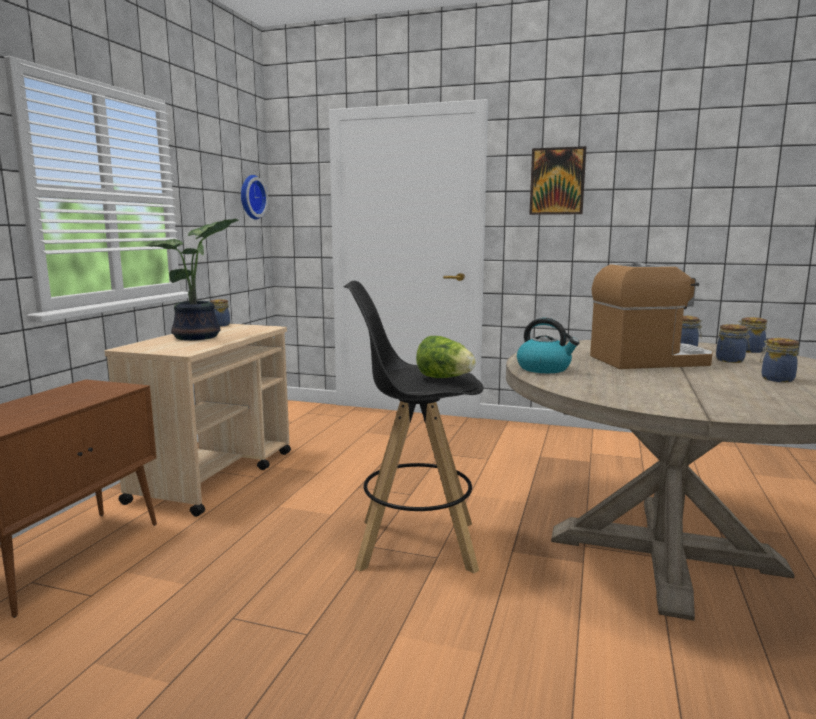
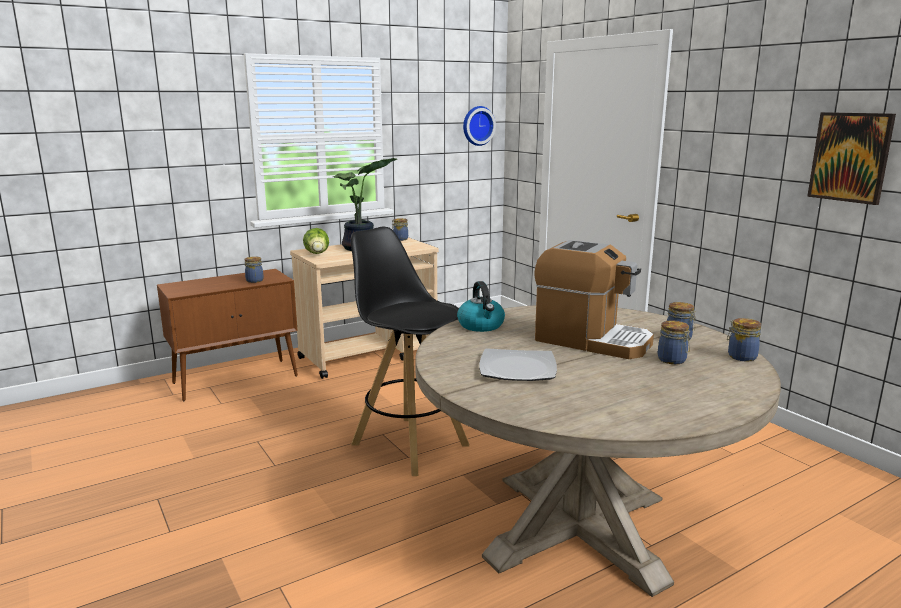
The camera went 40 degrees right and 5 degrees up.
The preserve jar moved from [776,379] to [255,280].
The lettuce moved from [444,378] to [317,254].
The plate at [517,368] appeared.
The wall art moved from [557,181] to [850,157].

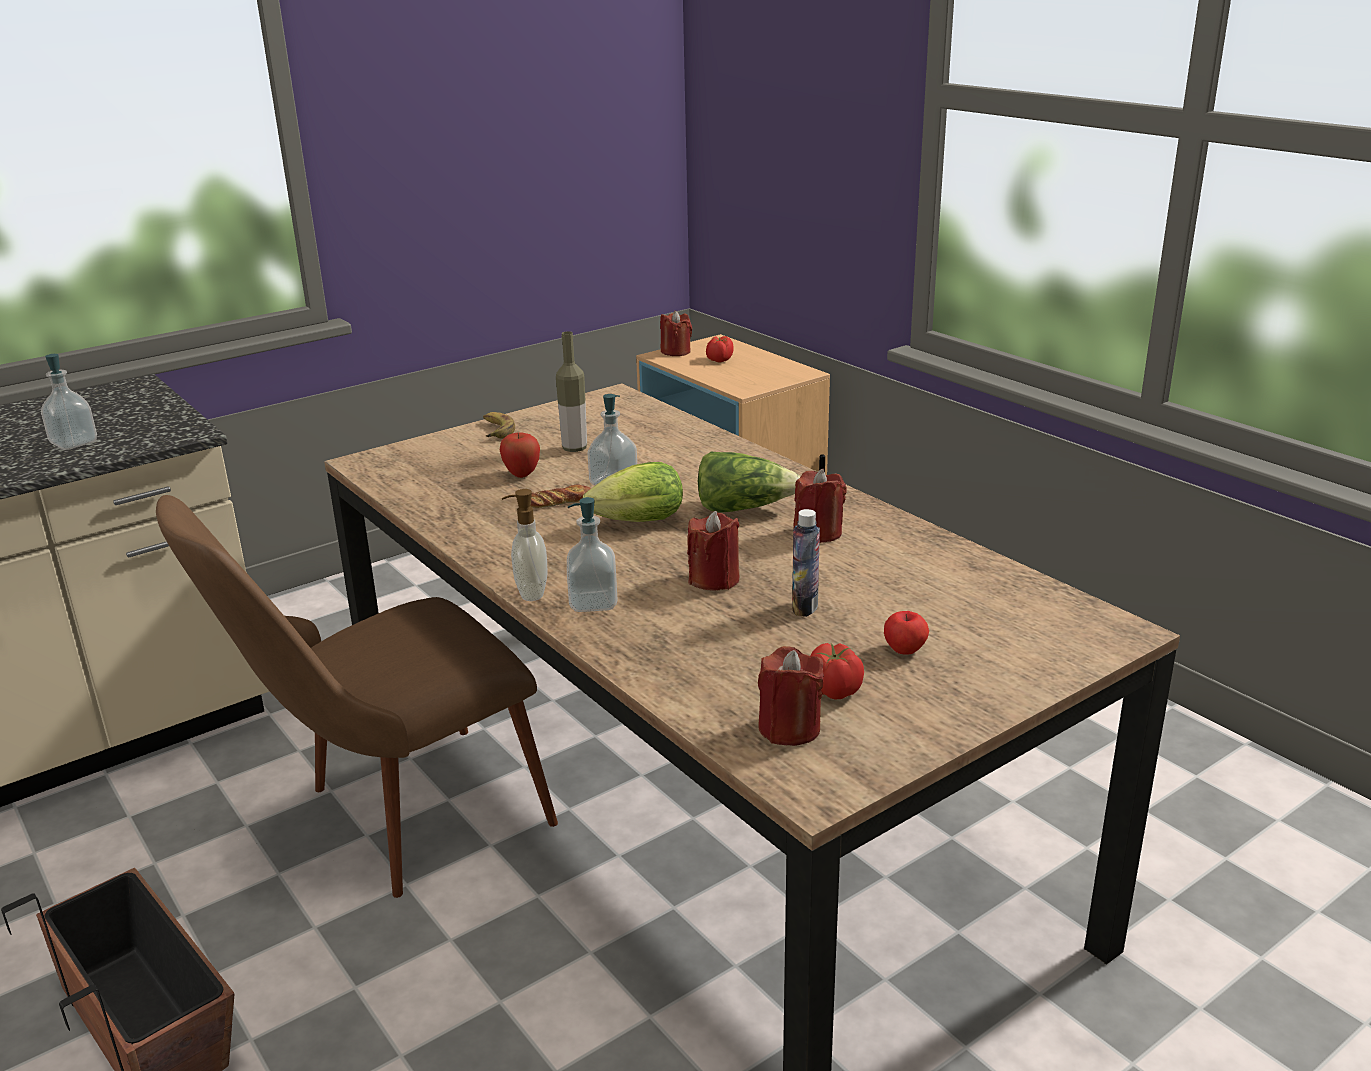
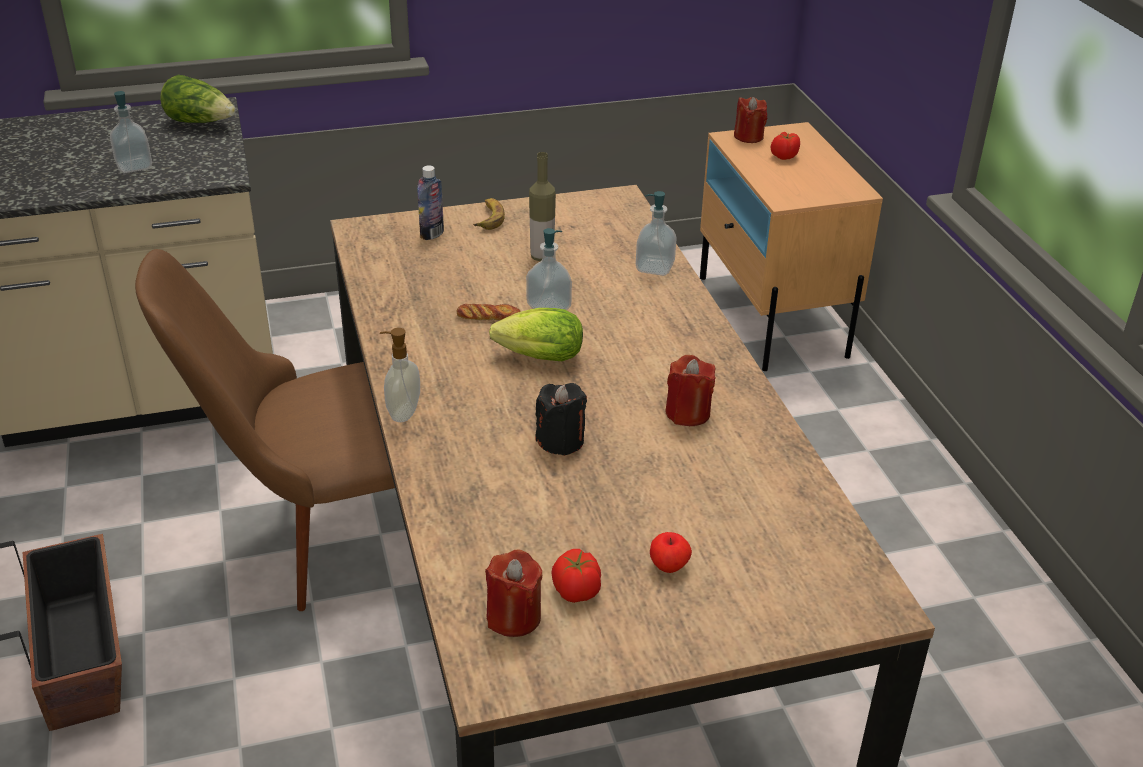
The camera went 20 degrees right and 10 degrees up.
The lettuce moved from [743,508] to [201,122].
The bottle moved from [804,607] to [432,234].
The candle/reddish at [714,579] became the candle/blackish at [560,441].
The soap bottle moved from [593,602] to [654,267].
The whole apple at [522,474] disappeared.

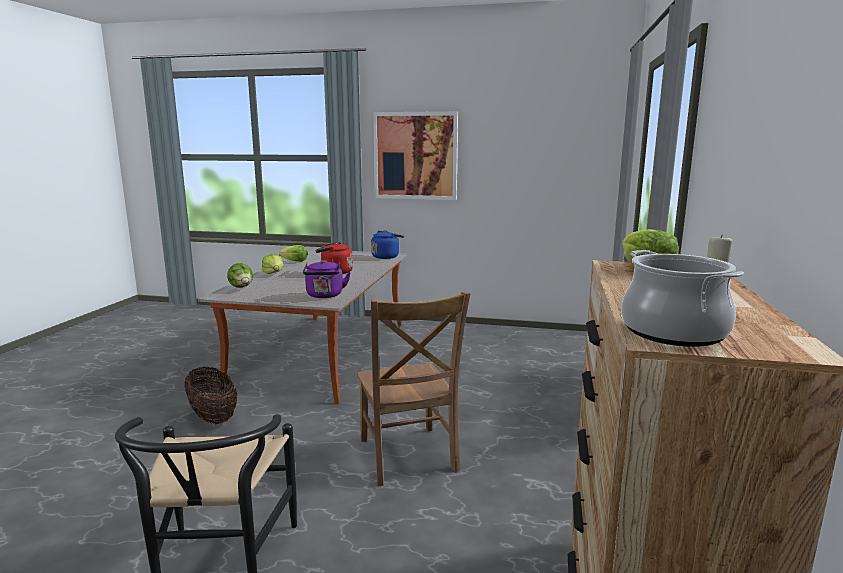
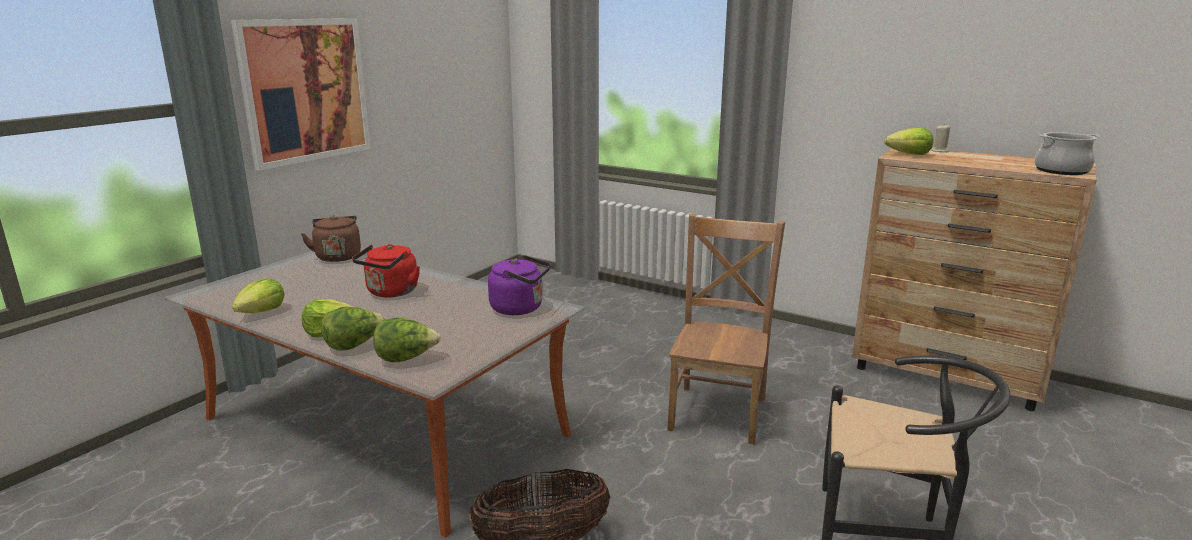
The camera went 70 degrees left and 5 degrees up.
The tea kettle/bluish at [386,256] became the tea kettle/brownish at [338,256].
The lettuce at [354,345] appeared.
The upright chair/brownish at [408,457] turned 75 degrees counterclockwise.

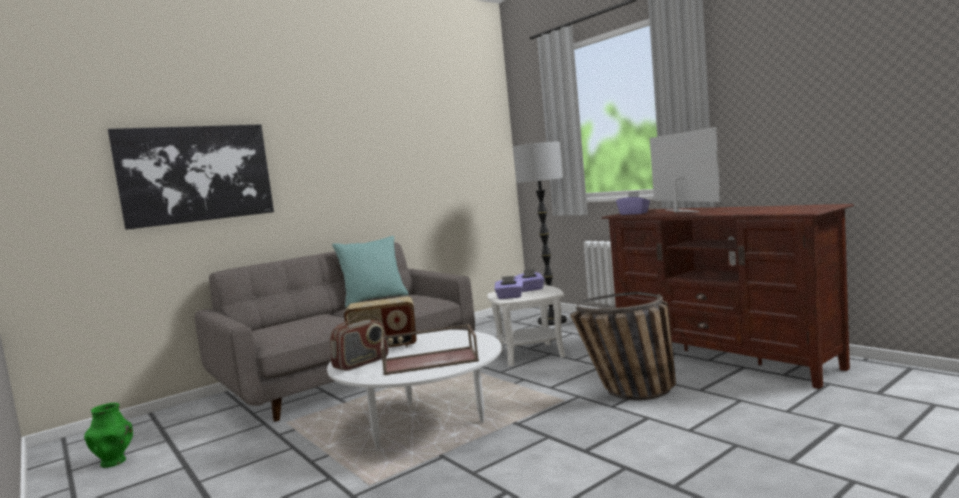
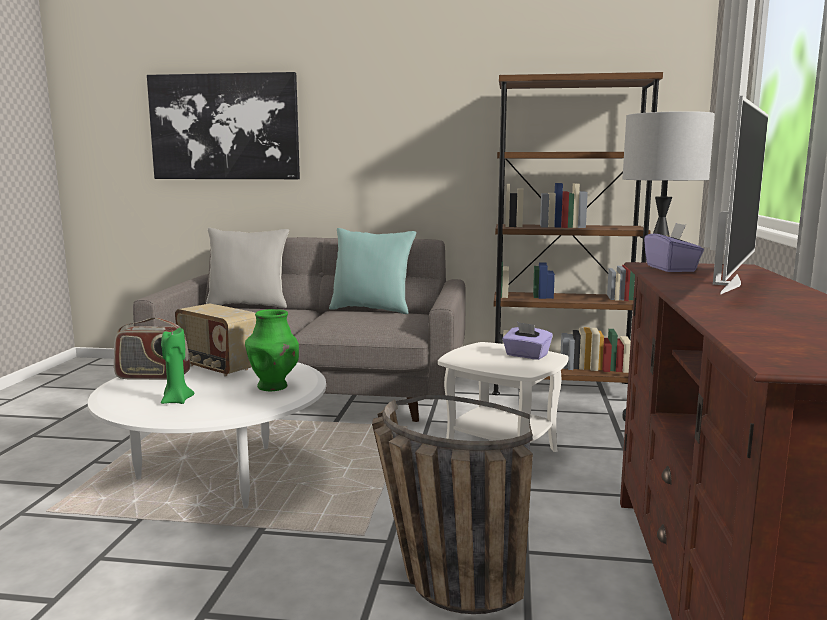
The camera went 45 degrees right and 5 degrees up.
The carrying tray/brownish at [431,360] was replaced by the candle/green-coloured at [176,401].
The pillow/grey at [248,306] appeared.
The decorative vase/green-coloured moved from [114,462] to [273,387].
The shelving unit/brownish at [562,388] appeared.
The tissue holder/purple-coloured at [509,297] disappeared.

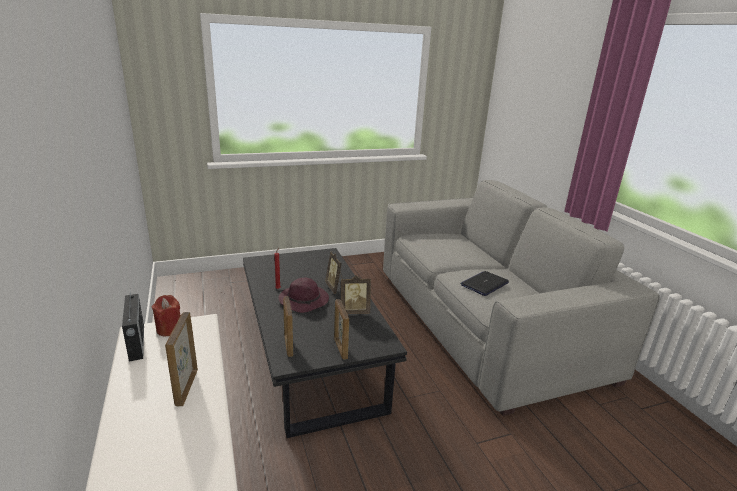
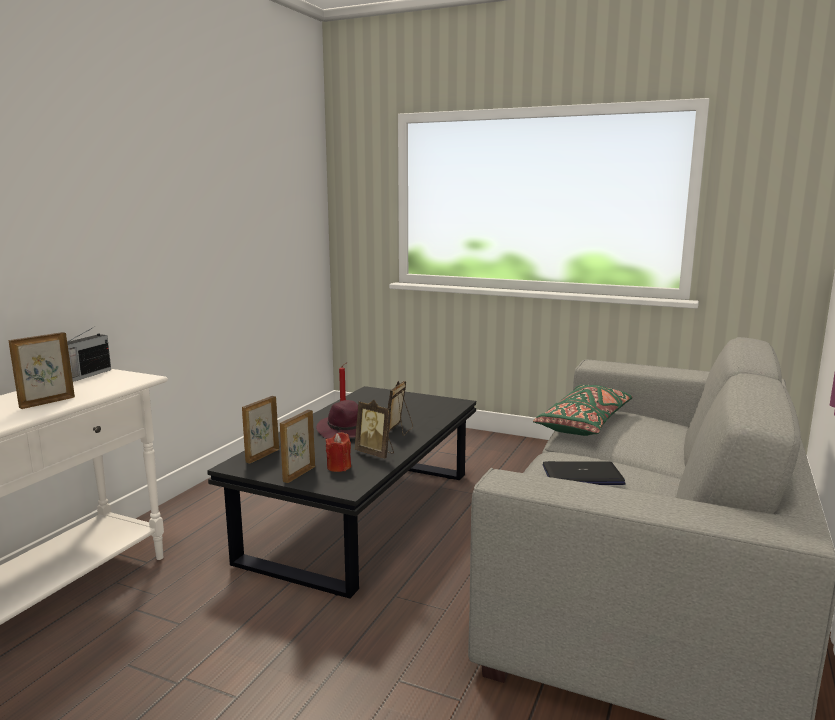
The camera went 45 degrees right and 10 degrees down.
The candle/reddish moved from [169,329] to [339,467].
The pillow/green-coloured at [585,423] appeared.

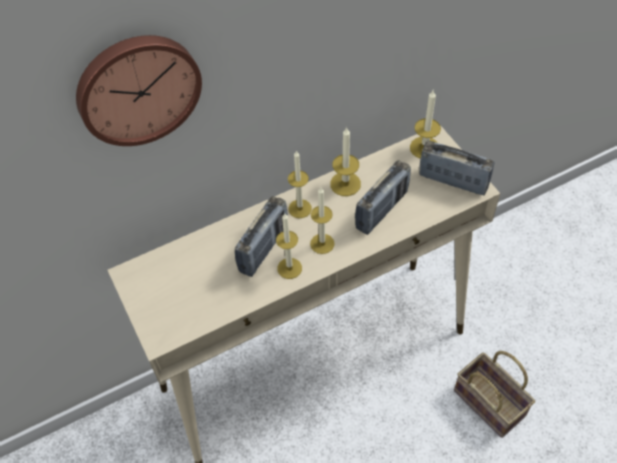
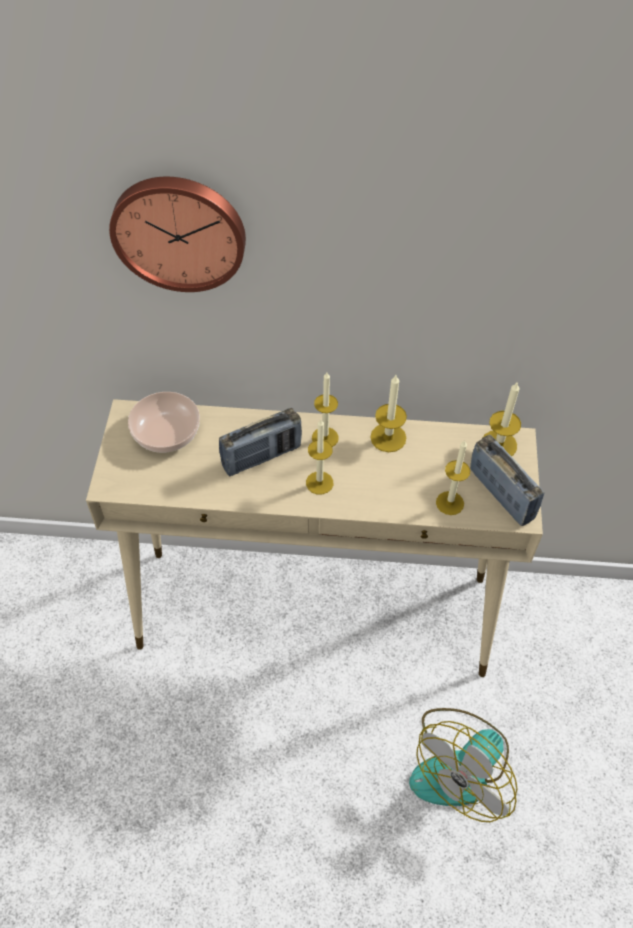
The camera went 30 degrees right and 0 degrees up.
The deep dish at [165,431] appeared.
The basket at [491,403] was replaced by the electric fan at [461,766].
The candle moved from [289,268] to [450,503].
The radio receiver at [382,210] disappeared.

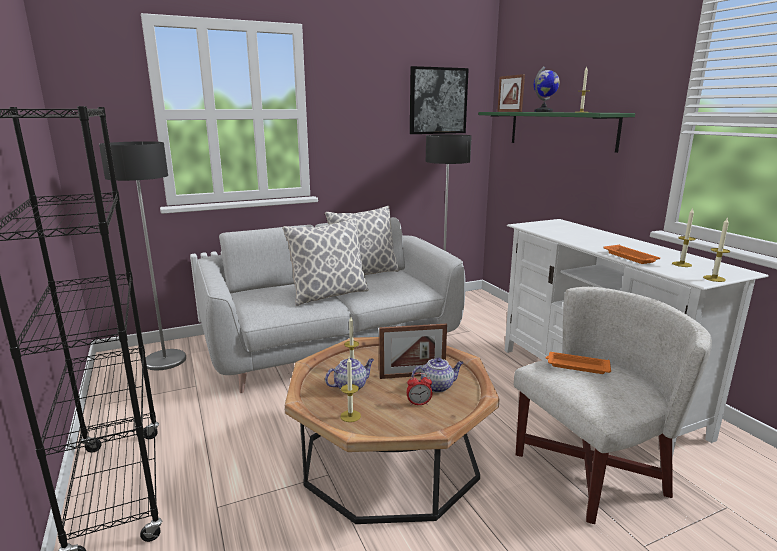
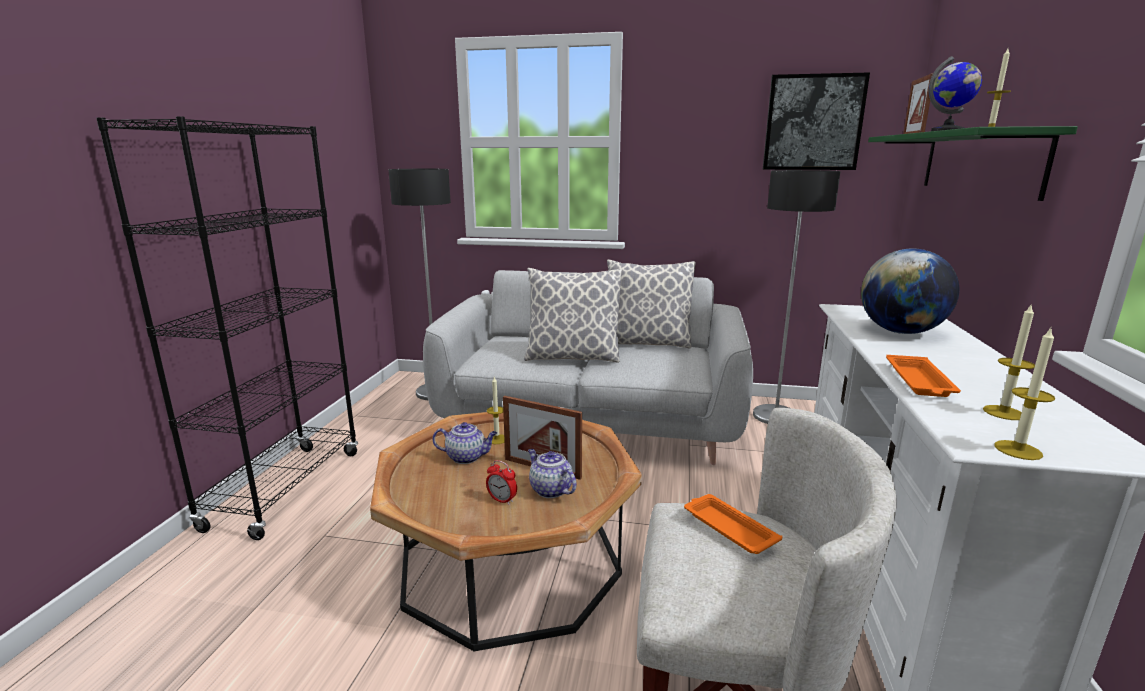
The camera went 35 degrees right and 0 degrees up.
The pot for tea at [437,386] turned 150 degrees counterclockwise.
The desk globe at [901,332] appeared.
The candle at [350,416] disappeared.

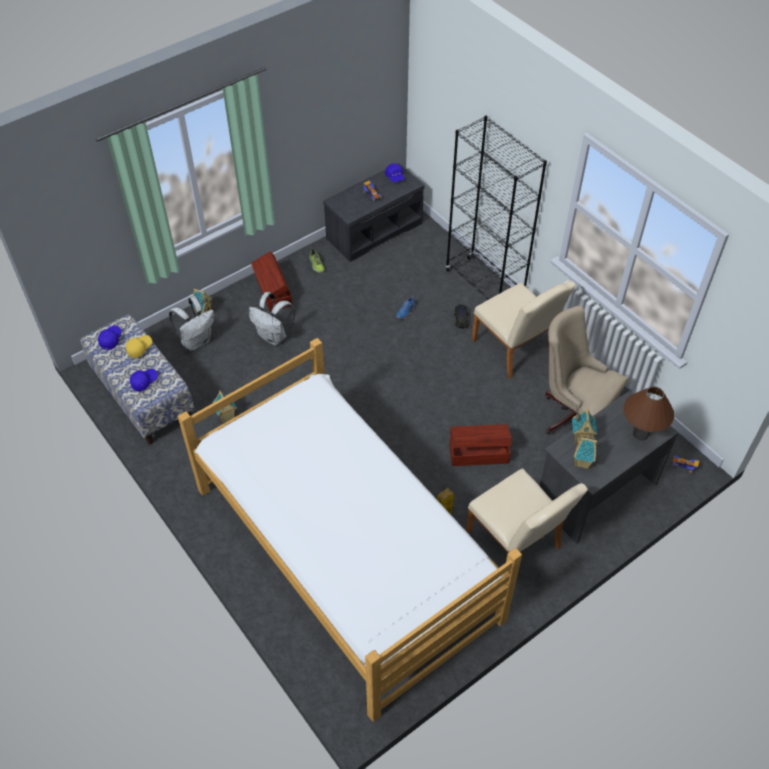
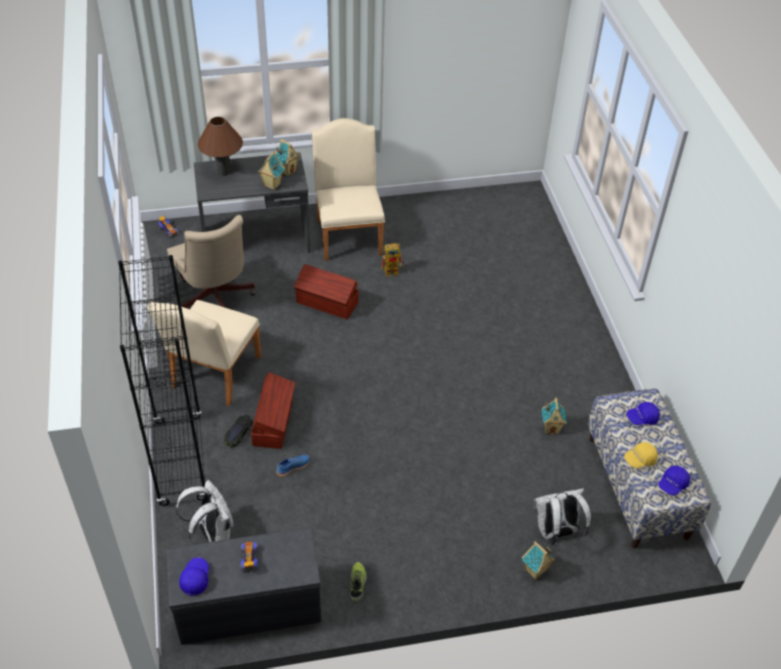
The camera went 155 degrees left and 5 degrees down.
The upright chair/beige at [515,350] turned 150 degrees counterclockwise.
The knapsack/whitish moved from [274,336] to [212,533].
The storage container/brownish moved from [273,292] to [274,422].
The bedroom bed at [345,553] disappeared.

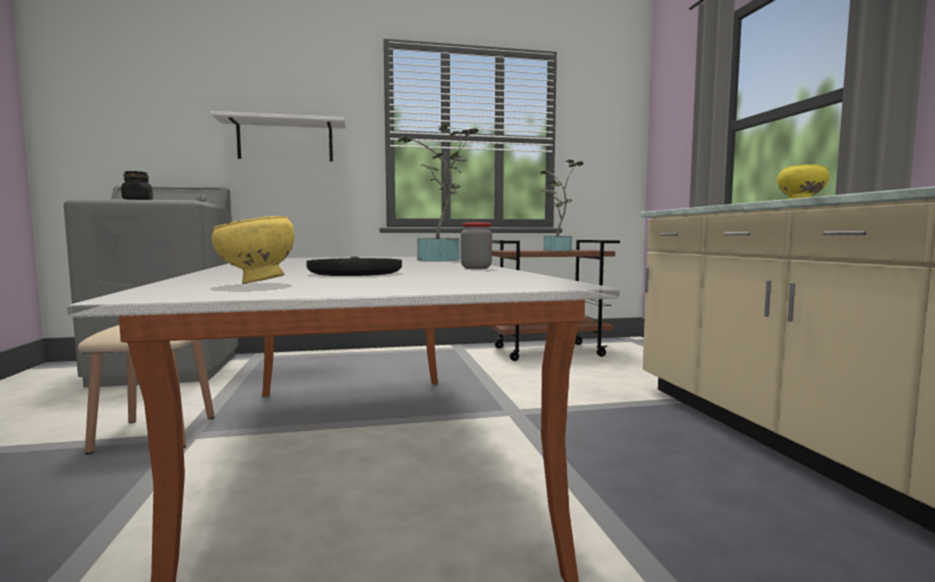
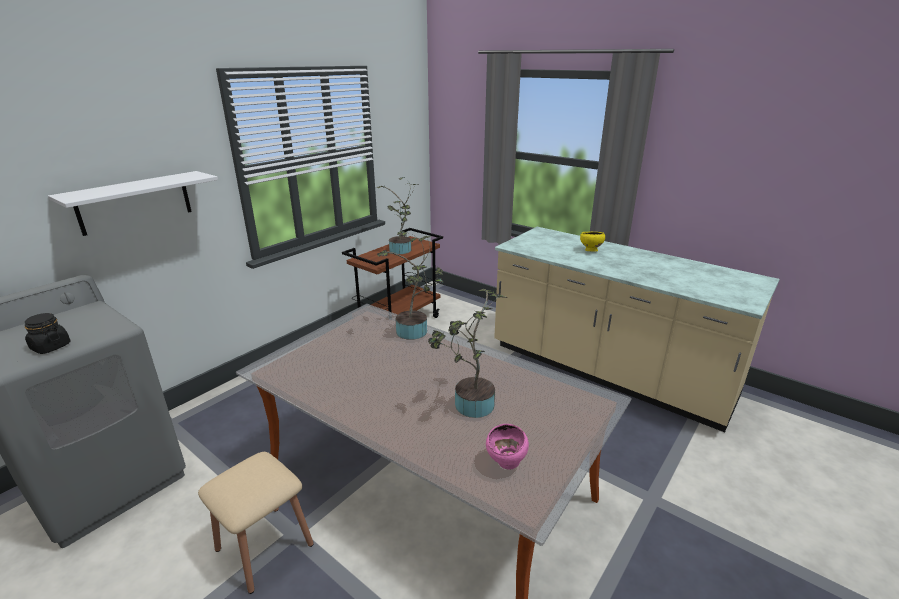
The camera went 40 degrees left and 20 degrees up.
The frying pan/blackish at [354,272] was replaced by the potted plant at [469,406].
The deep dish/yellow-coloured at [257,283] became the deep dish/pinkish at [506,464].
The preserve jar at [476,268] disappeared.

